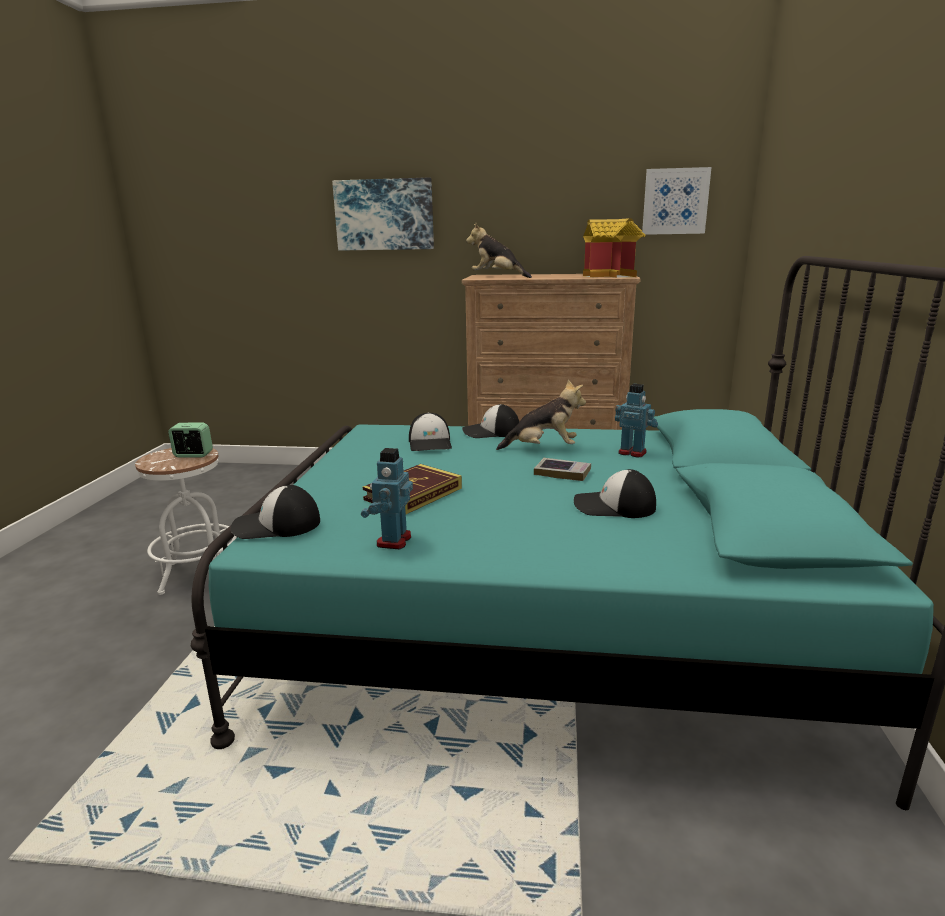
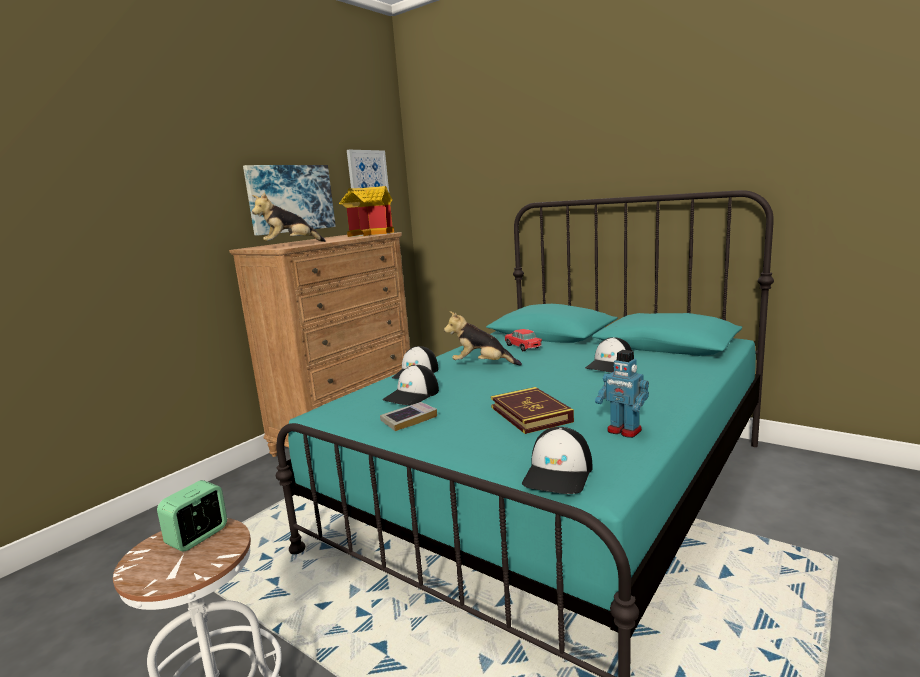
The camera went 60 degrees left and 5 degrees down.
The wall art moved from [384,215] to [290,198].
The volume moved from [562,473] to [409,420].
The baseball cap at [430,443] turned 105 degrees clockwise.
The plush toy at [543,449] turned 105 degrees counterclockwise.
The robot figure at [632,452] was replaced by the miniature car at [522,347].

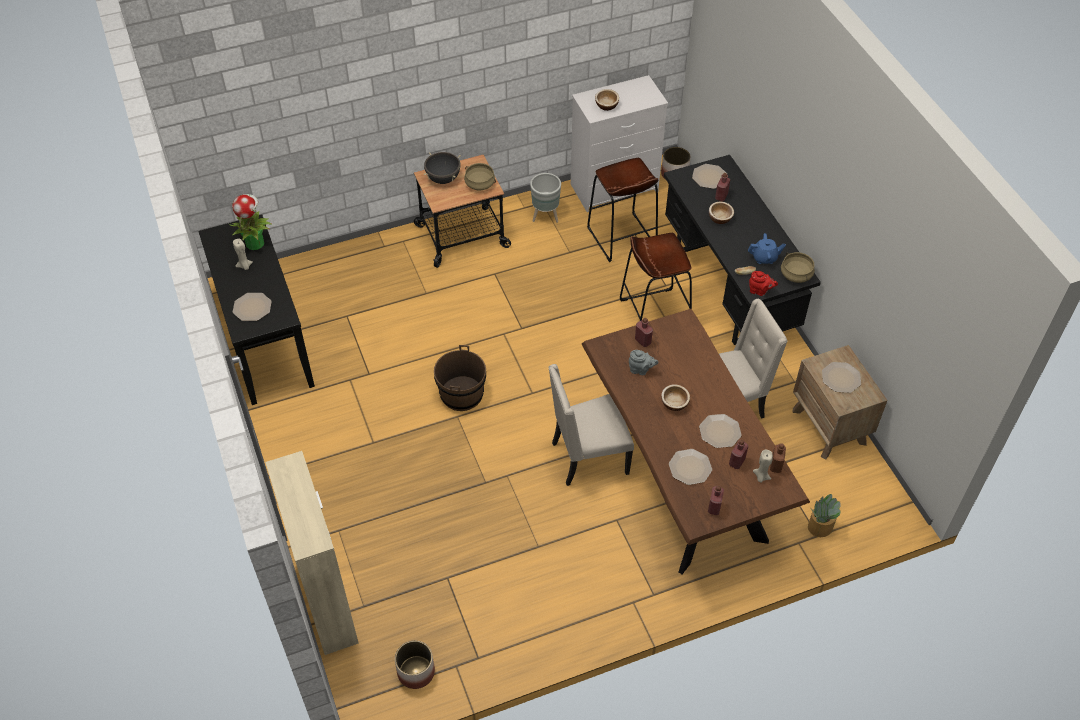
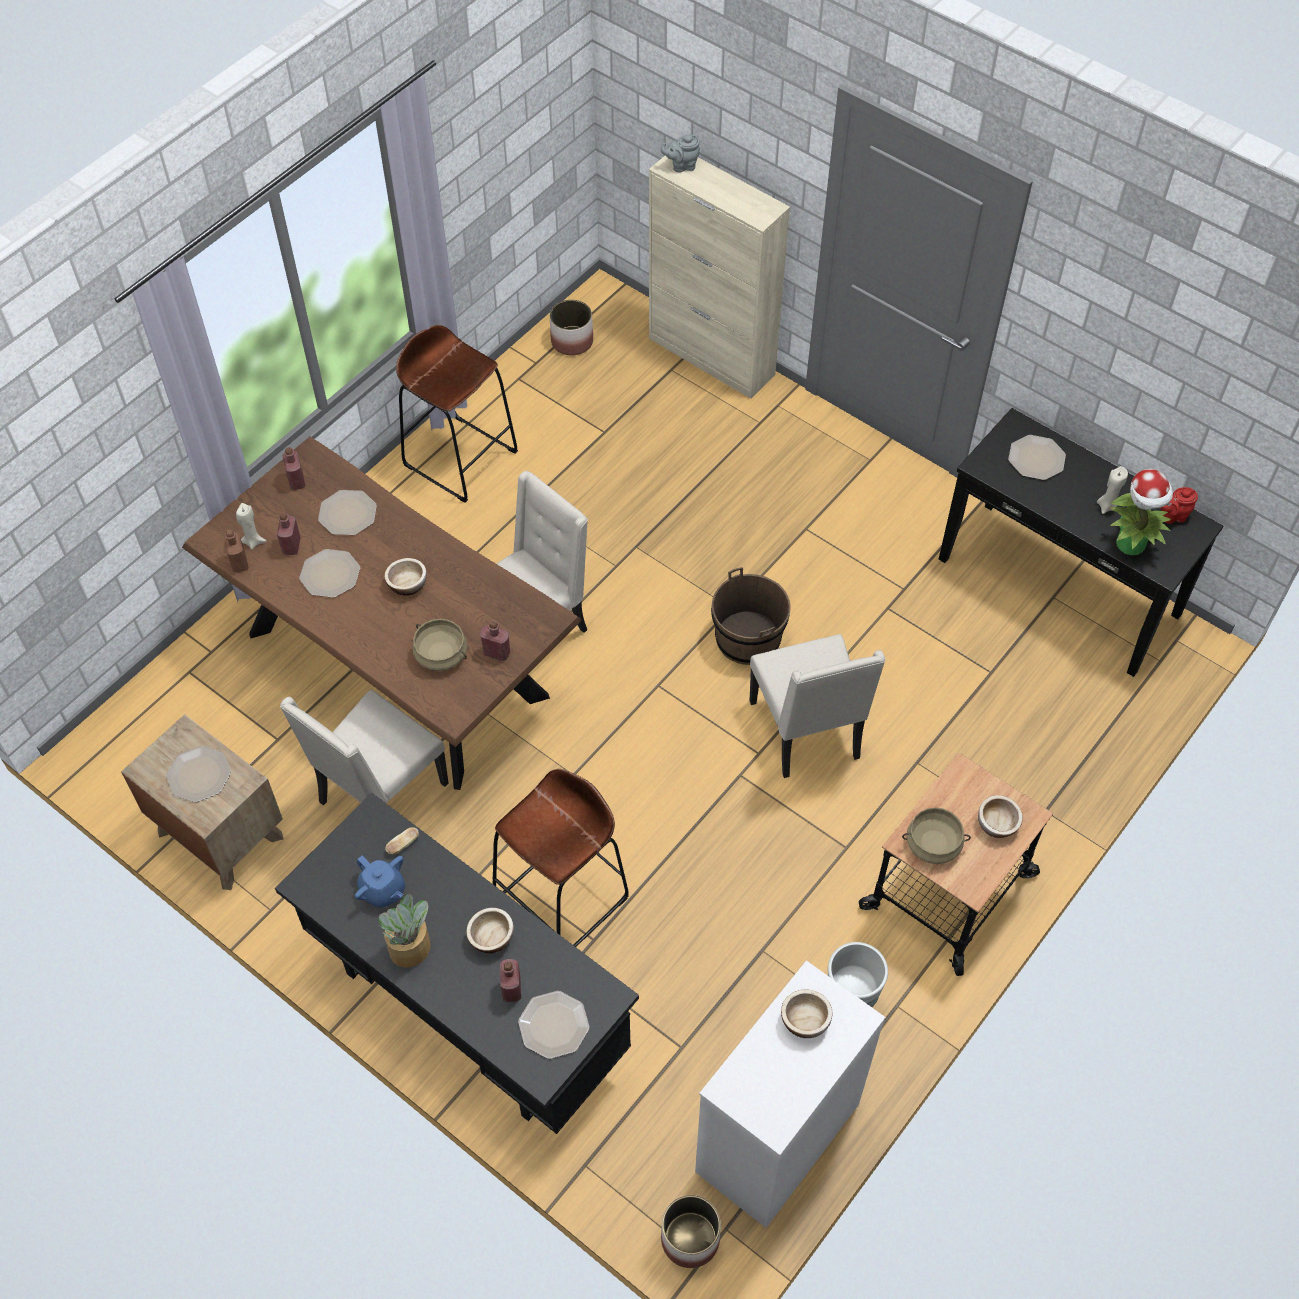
The camera went 150 degrees right and 5 degrees up.
The pot for tea/bluish at [764,258] turned 105 degrees counterclockwise.
The potted plant moved from [819,527] to [411,948].
The sitting stool/brownish moved from [621,237] to [460,458].
The cooking pot/beige moved from [795,275] to [441,654].
The pot for tea/grey moved from [641,370] to [682,166].
The upright chair/beige at [807,731] appeared.
The cooking pot/blackish at [443,179] was replaced by the deep dish at [997,824].
The pot for tea/reddish moved from [760,291] to [1171,516].

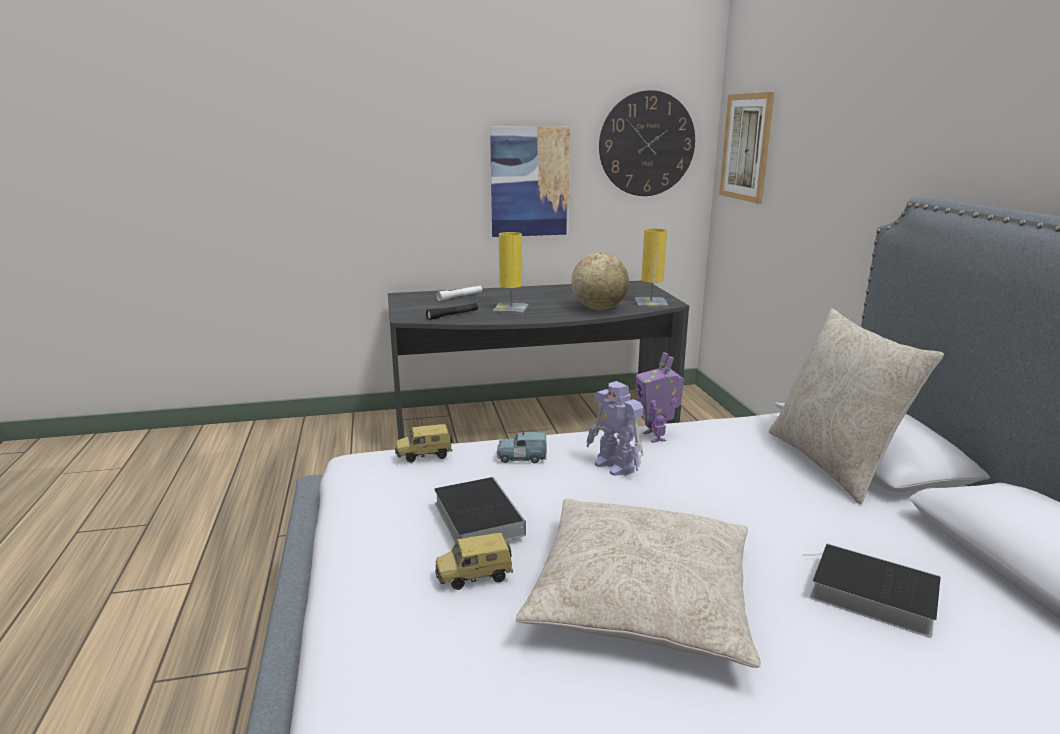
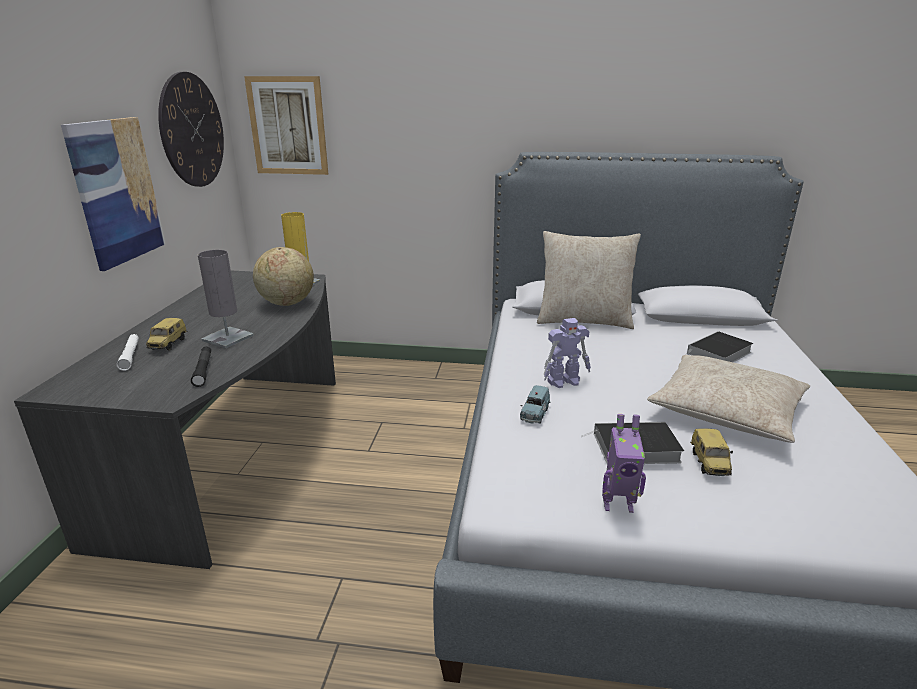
The camera went 70 degrees left and 5 degrees up.
The miniature car moved from [424,456] to [169,345].
The table lamp/yellow-coloured at [511,309] became the table lamp/grey at [228,338].
The robot figure moved from [656,436] to [617,504].

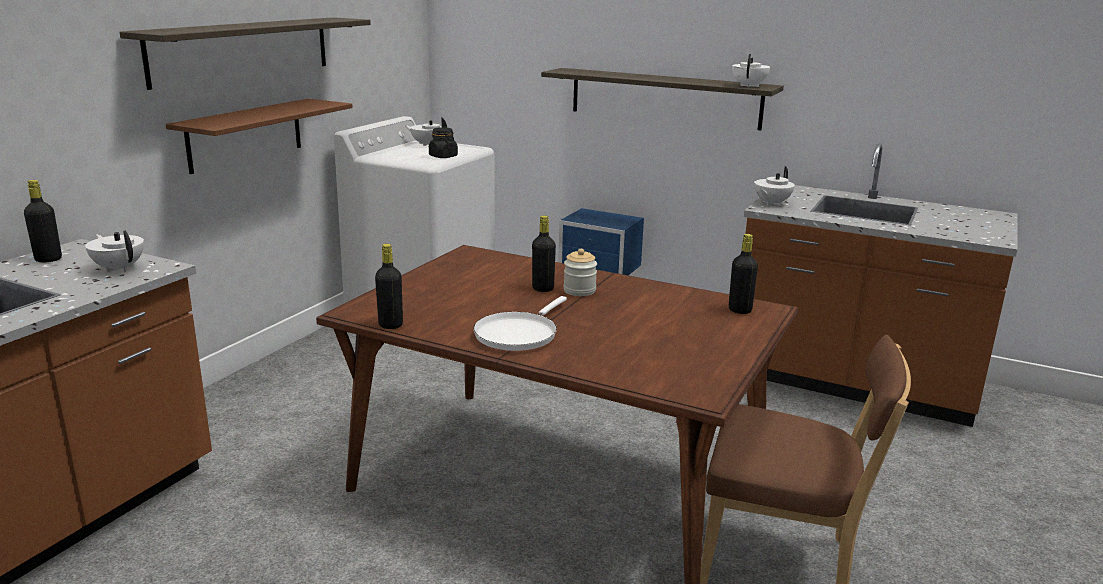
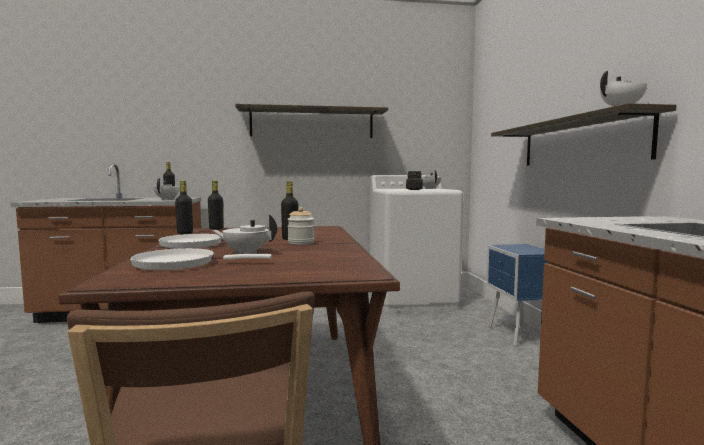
The camera went 55 degrees right and 15 degrees down.
The frying pan/whitish at [181,264] appeared.
The bottle/blackish moved from [740,310] to [216,229].
The pot for tea/whitish moved from [771,203] to [246,253].
The wall shelf/brownish at [245,135] disappeared.

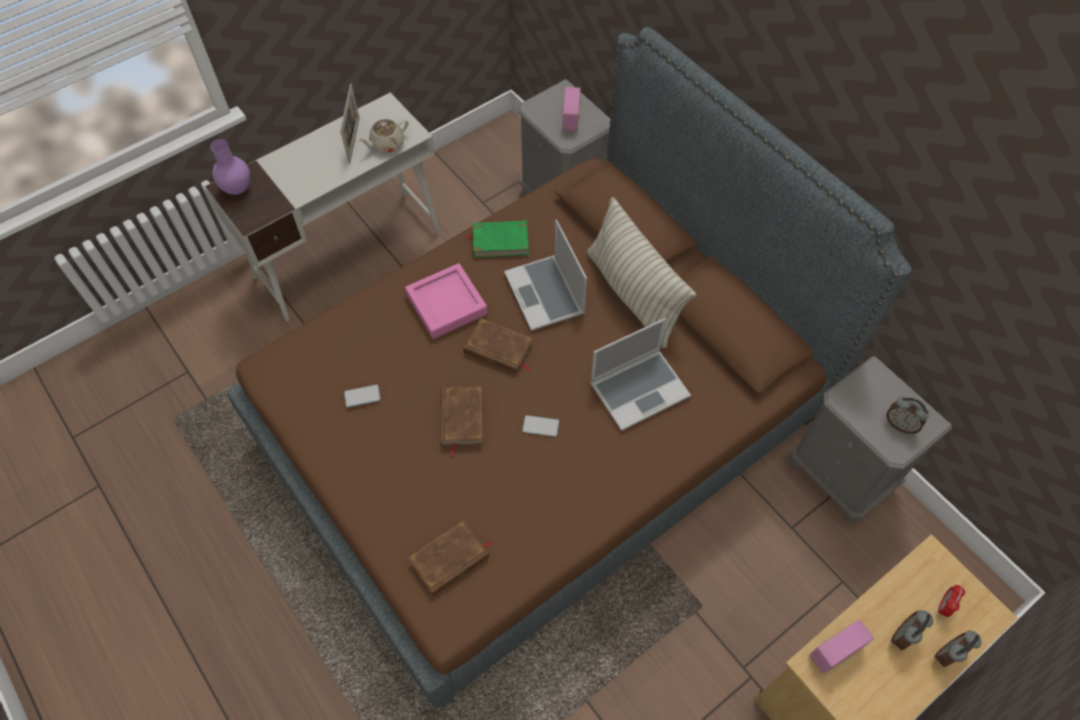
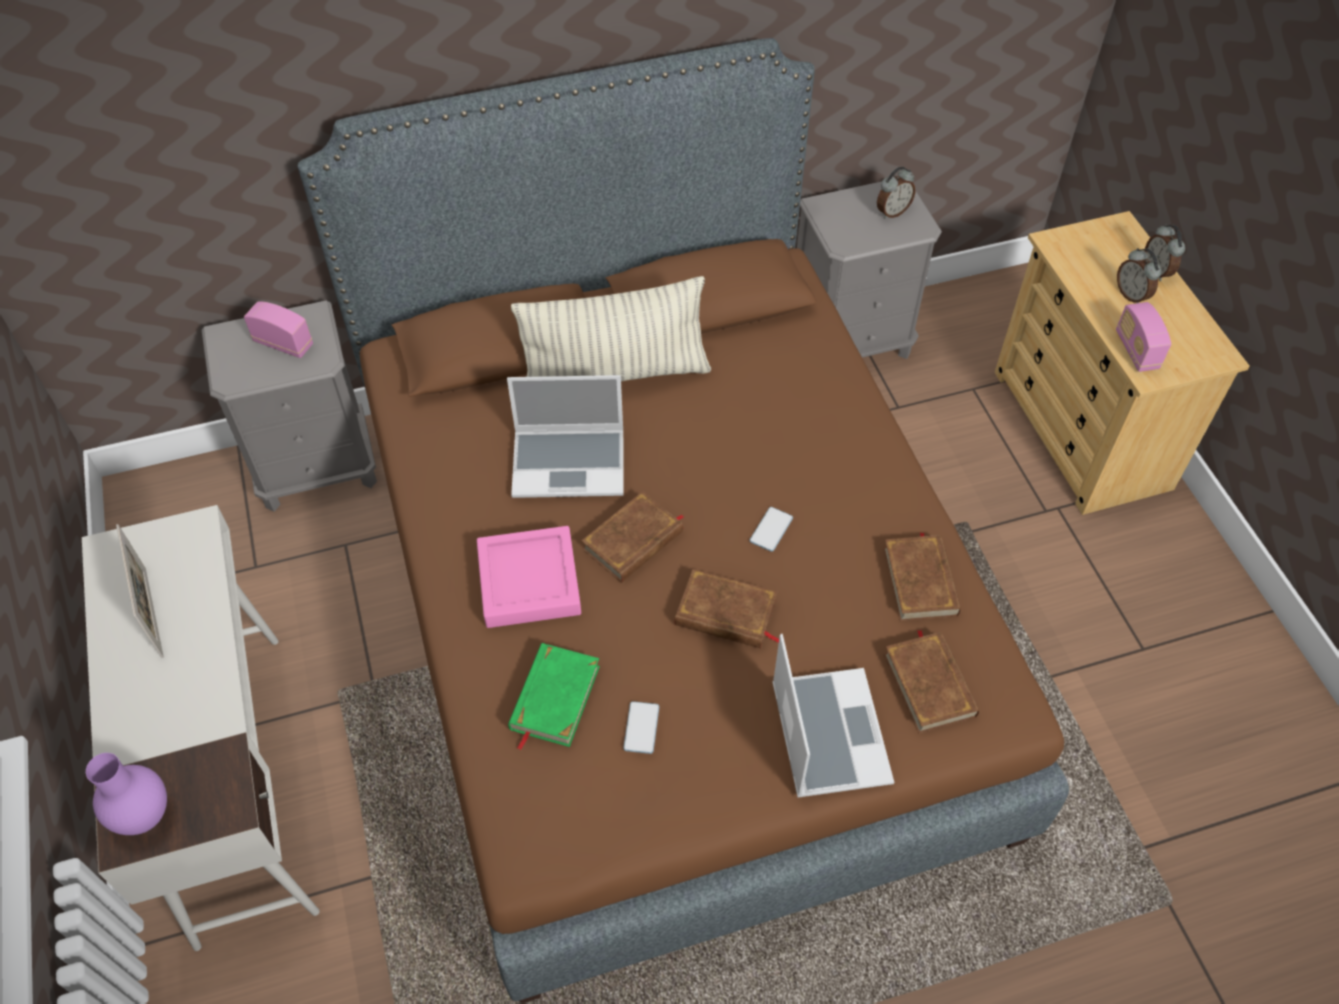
The camera went 70 degrees left and 5 degrees down.
The picture frame at [354,140] turned 45 degrees clockwise.
The volume/green-coloured moved from [500,241] to [554,698].
The laptop moved from [639,389] to [827,732].
The volume/brownish at [920,581] appeared.
The pot for tea/beige at [386,144] disappeared.
The table clock at [944,606] disappeared.

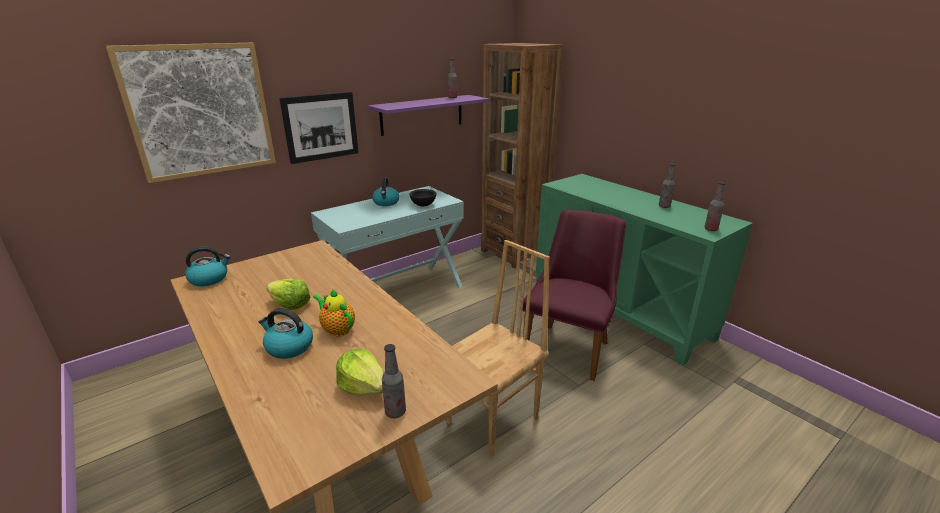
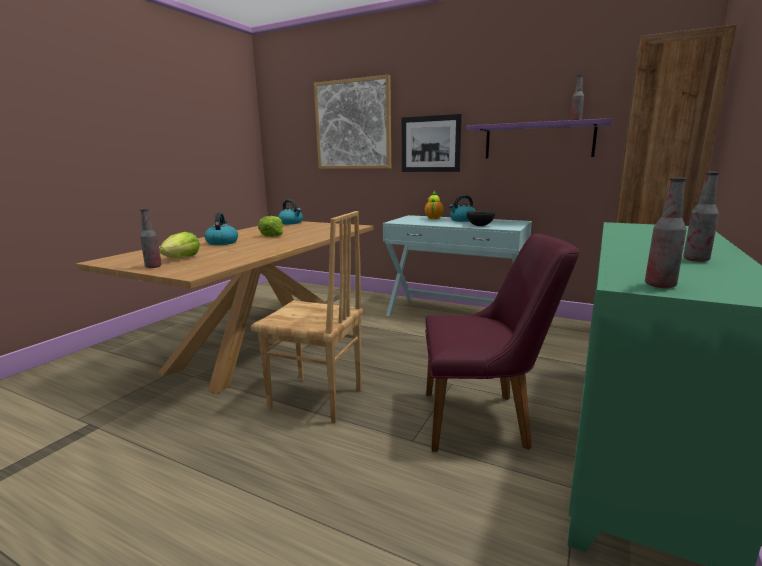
The camera went 65 degrees right and 10 degrees down.
The pot for tea moved from [337,329] to [434,218].

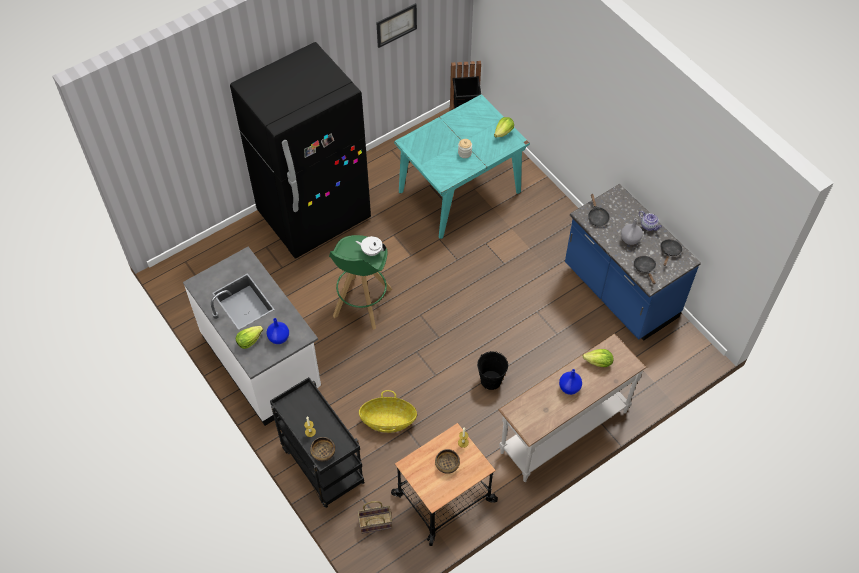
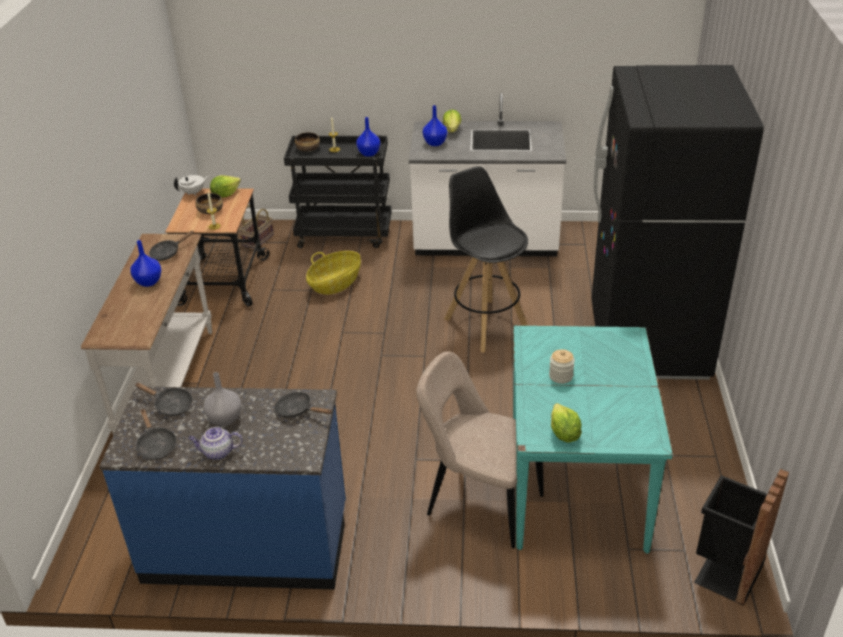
The camera went 130 degrees right and 20 degrees down.
The frying pan/blackish at [168,253] appeared.
The pot for tea/whitish moved from [371,251] to [193,193].
The lettuce moved from [598,363] to [225,194].
The decorative vase/bluish at [369,153] appeared.
The upright chair/beige at [479,504] appeared.
The sitting stool/green-coloured at [362,303] became the sitting stool/blackish at [485,324].
The wall art at [396,25] disappeared.
The water bucket/blackish at [491,380] disappeared.

